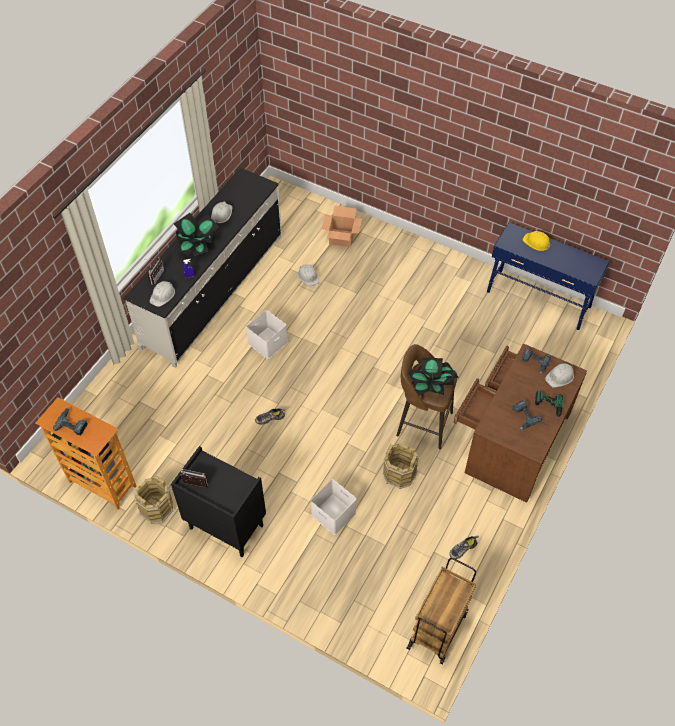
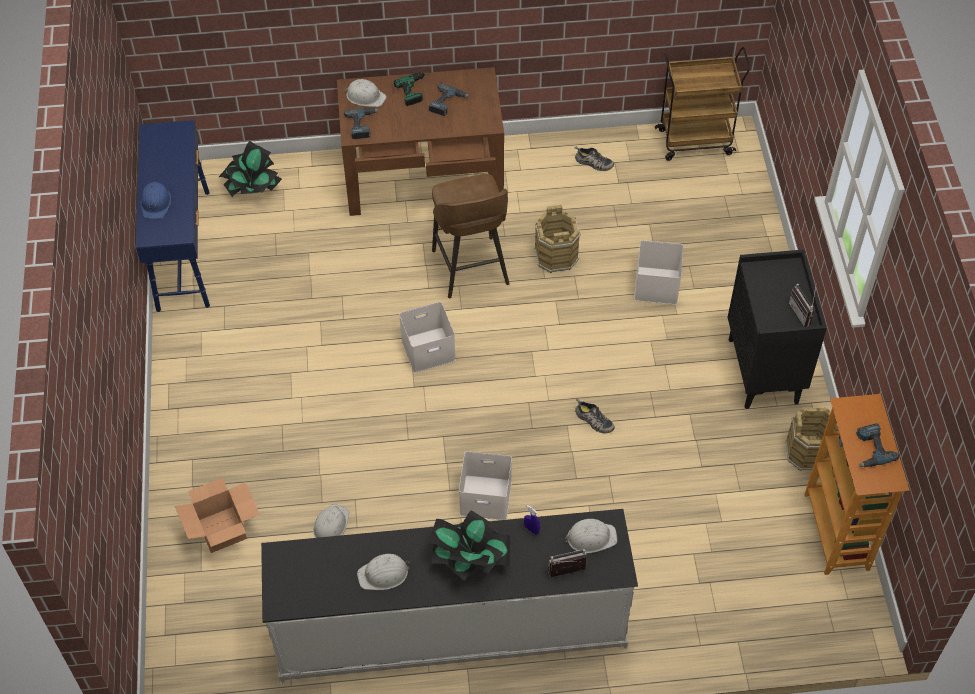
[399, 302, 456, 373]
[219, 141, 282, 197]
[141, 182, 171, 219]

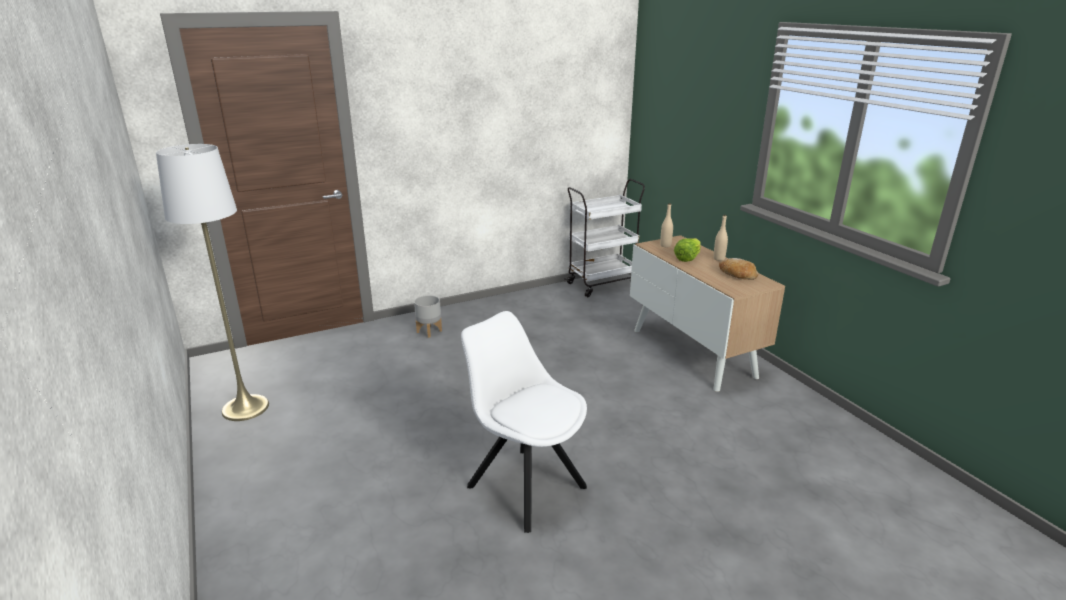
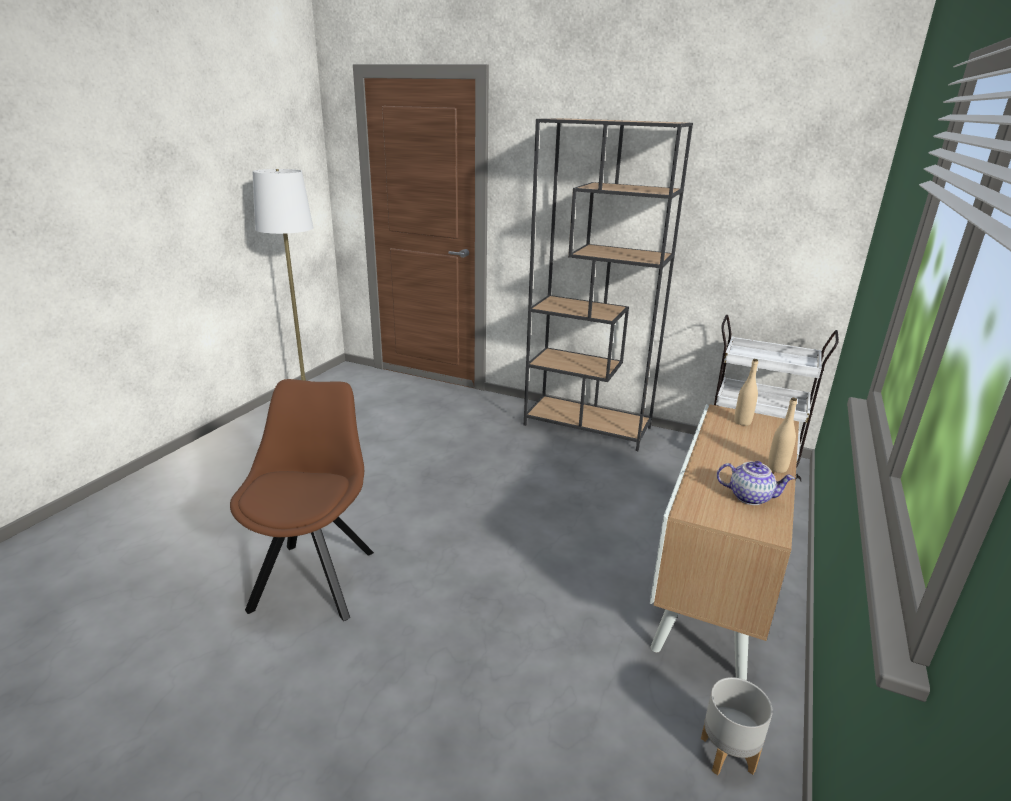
[674, 238, 701, 262] (first image)
[524, 118, 693, 451]
[701, 677, 773, 775]
[717, 461, 795, 505]
[230, 379, 374, 621]

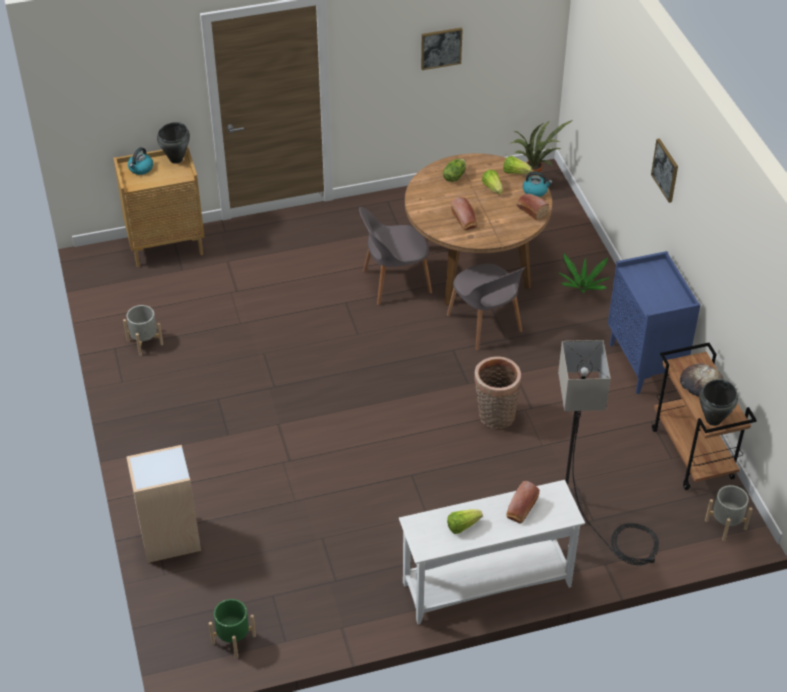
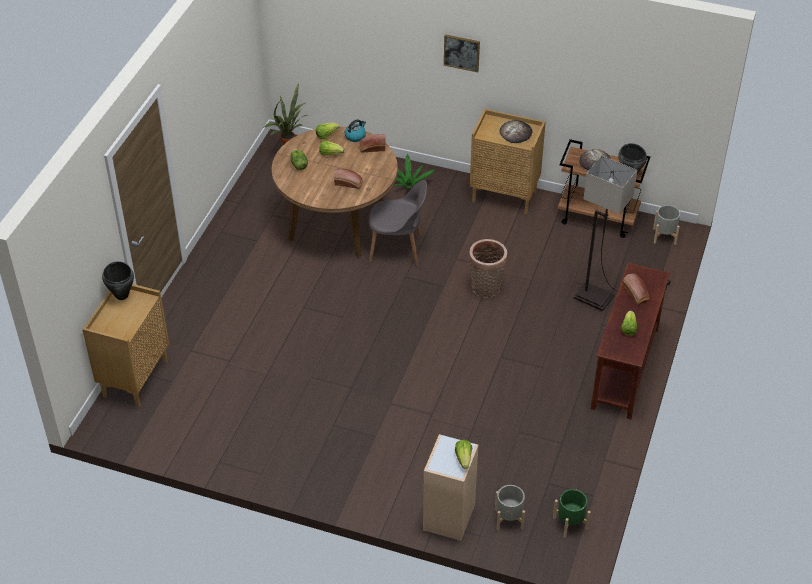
[128, 147, 153, 175] (first image)
[359, 207, 432, 305] (first image)
[421, 27, 463, 70] (first image)
[455, 440, 472, 469]
[499, 120, 532, 143]
[495, 485, 525, 530]
[591, 263, 670, 420]
[470, 108, 546, 214]

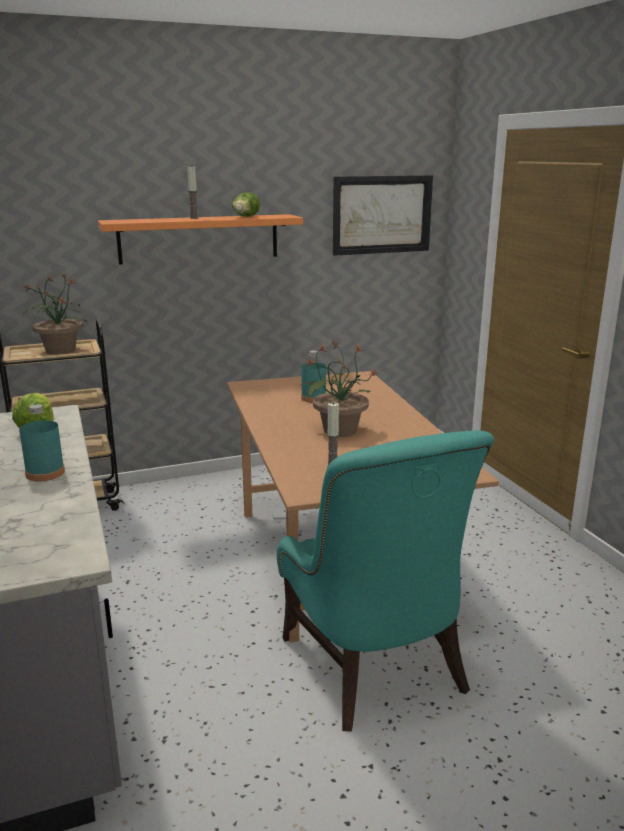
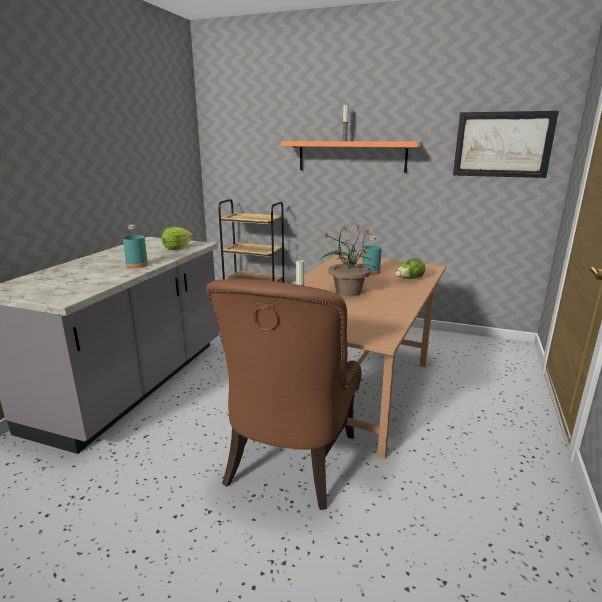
[22, 274, 87, 355] (first image)
[395, 258, 425, 279]
[206, 279, 362, 510]

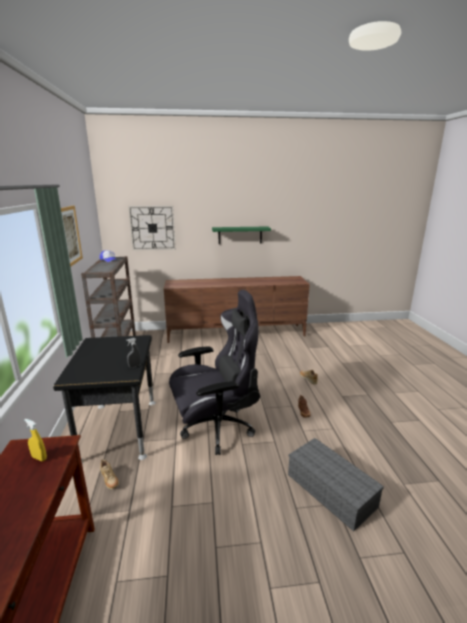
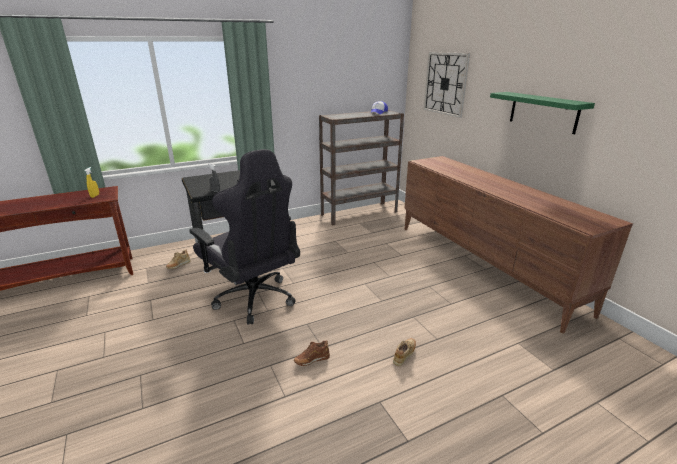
[61, 206, 83, 267] (first image)
[288, 438, 384, 532] (first image)

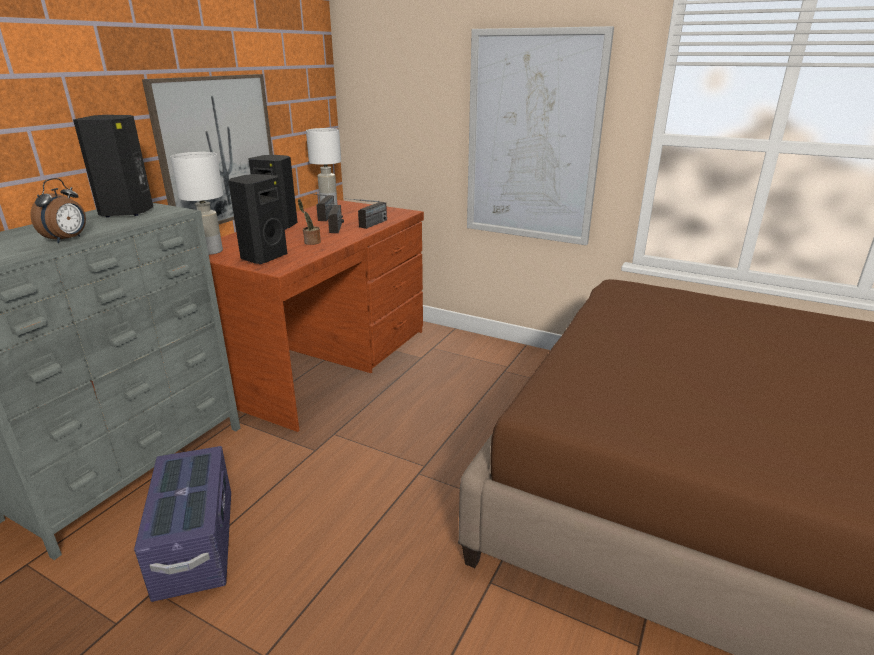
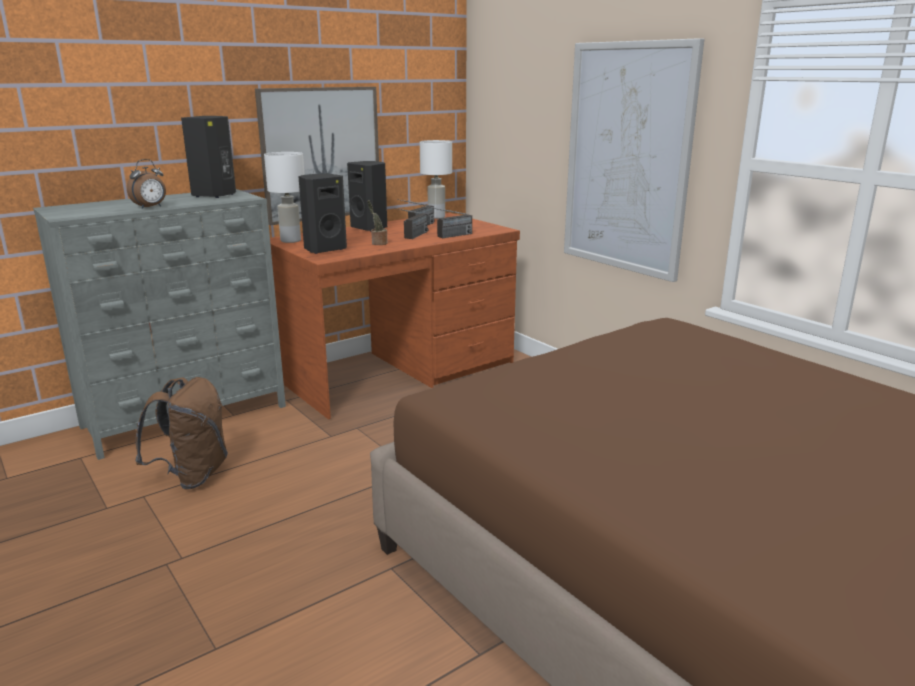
[135, 377, 228, 490]

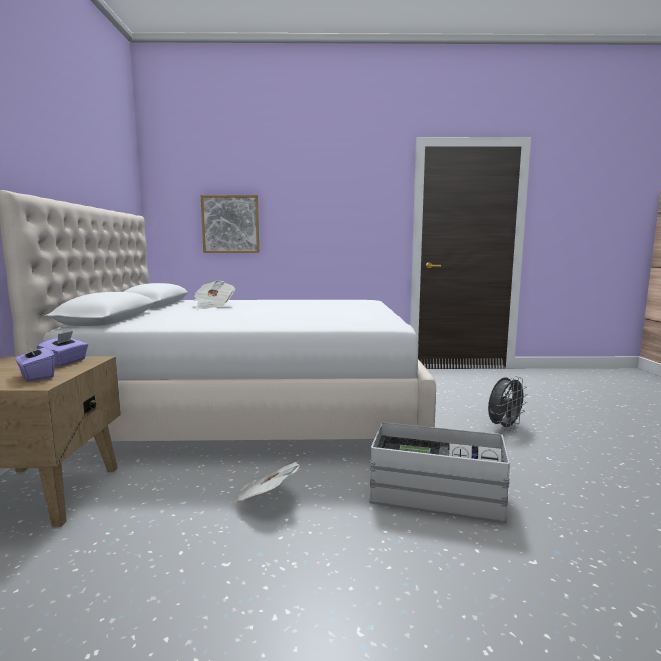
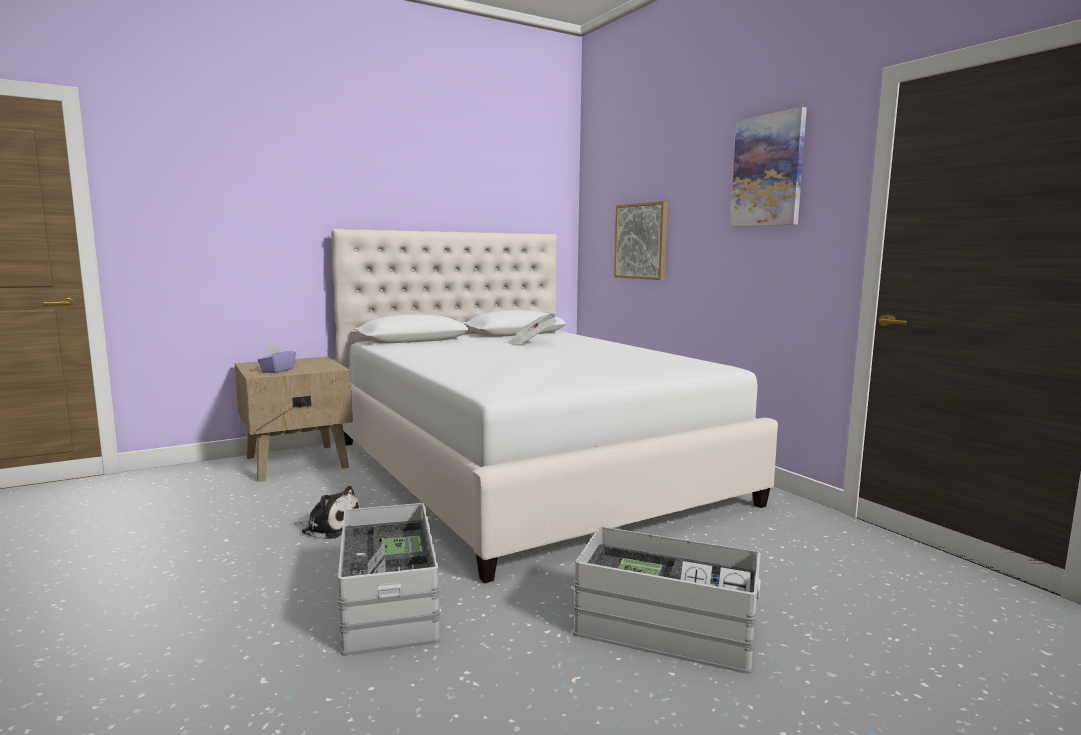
[37, 331, 88, 366] (first image)
[730, 107, 807, 227]
[295, 486, 360, 539]
[573, 527, 761, 674]

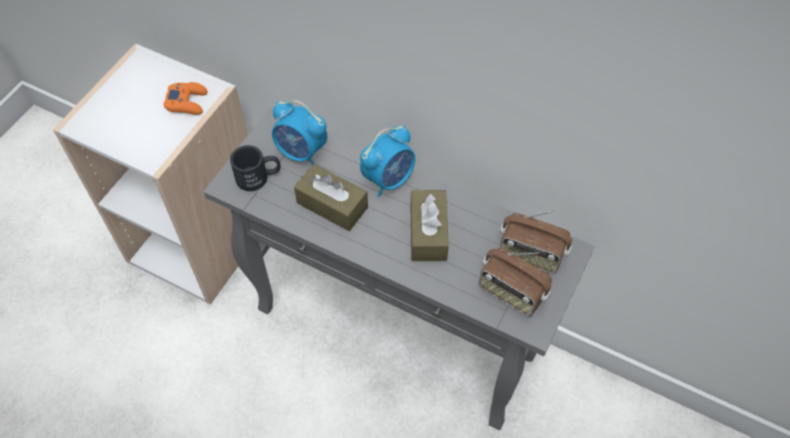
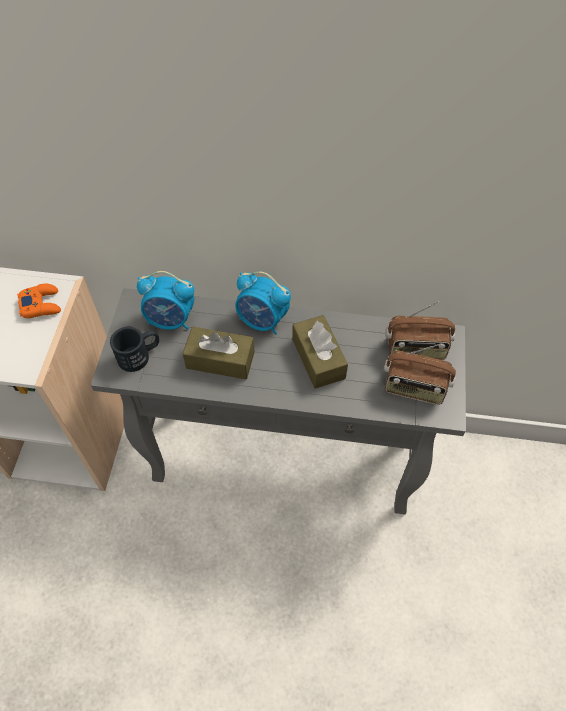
[235, 271, 291, 335]

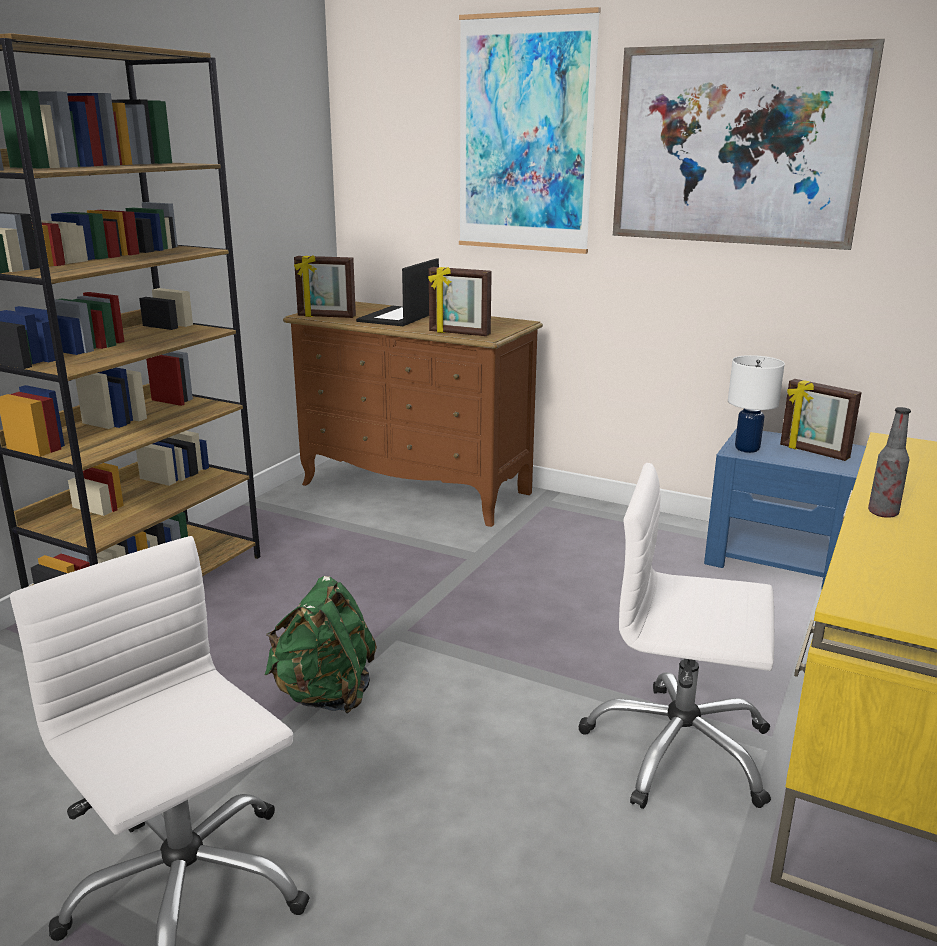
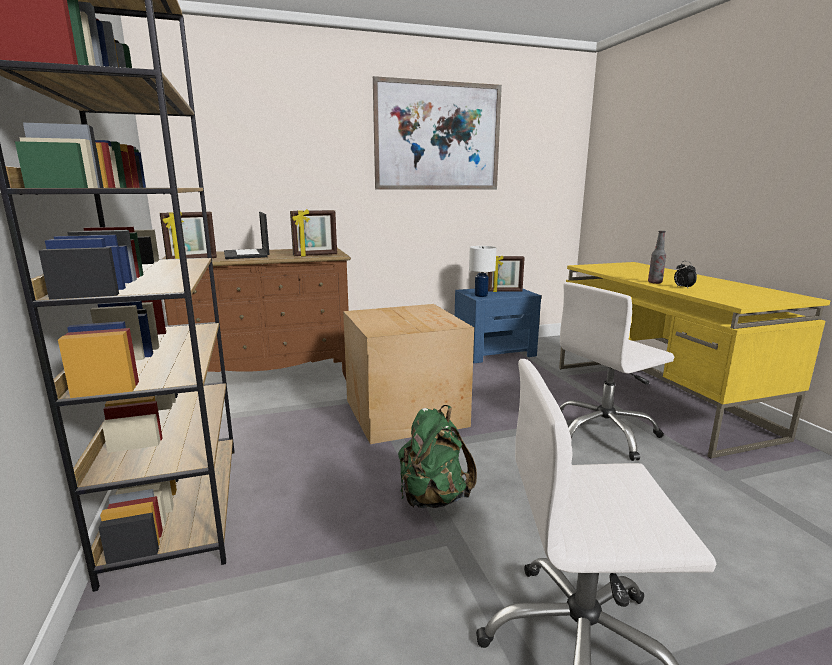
[459, 7, 601, 254] (first image)
[343, 304, 474, 444]
[674, 261, 697, 288]

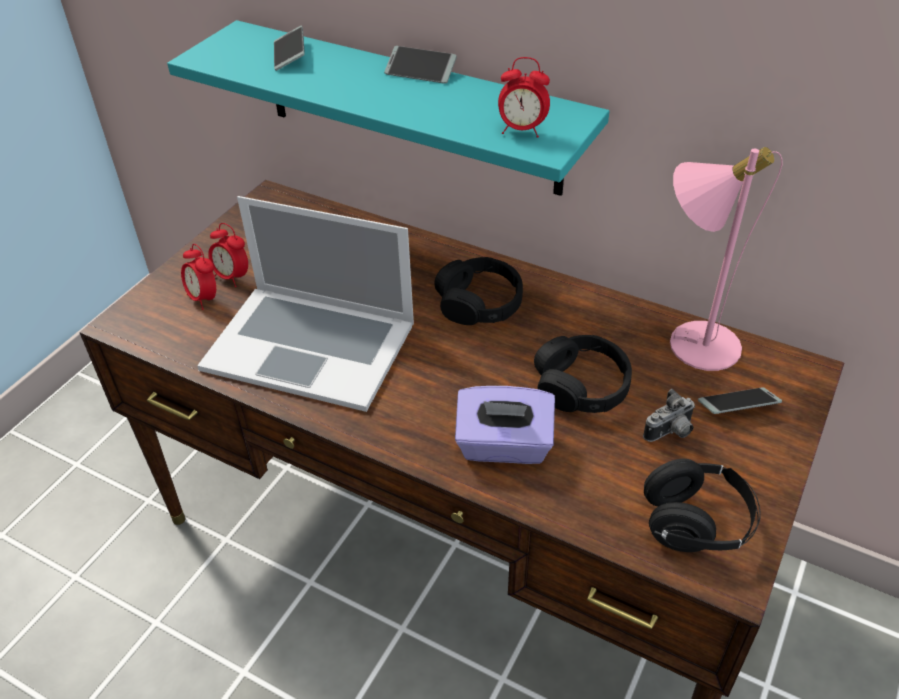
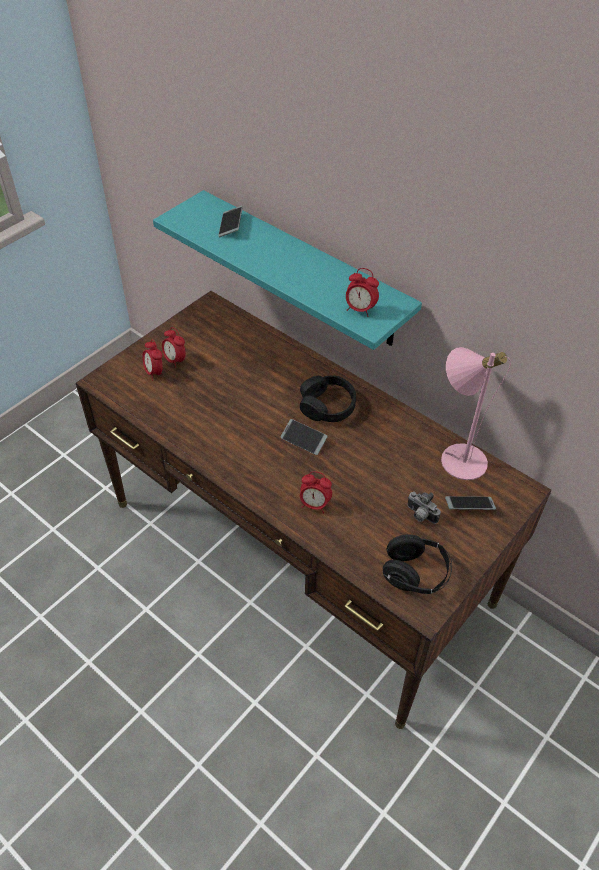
[197, 196, 414, 412] (first image)
[534, 335, 632, 413] (first image)
[280, 419, 328, 455]
[300, 471, 332, 513]
[407, 492, 441, 524]

